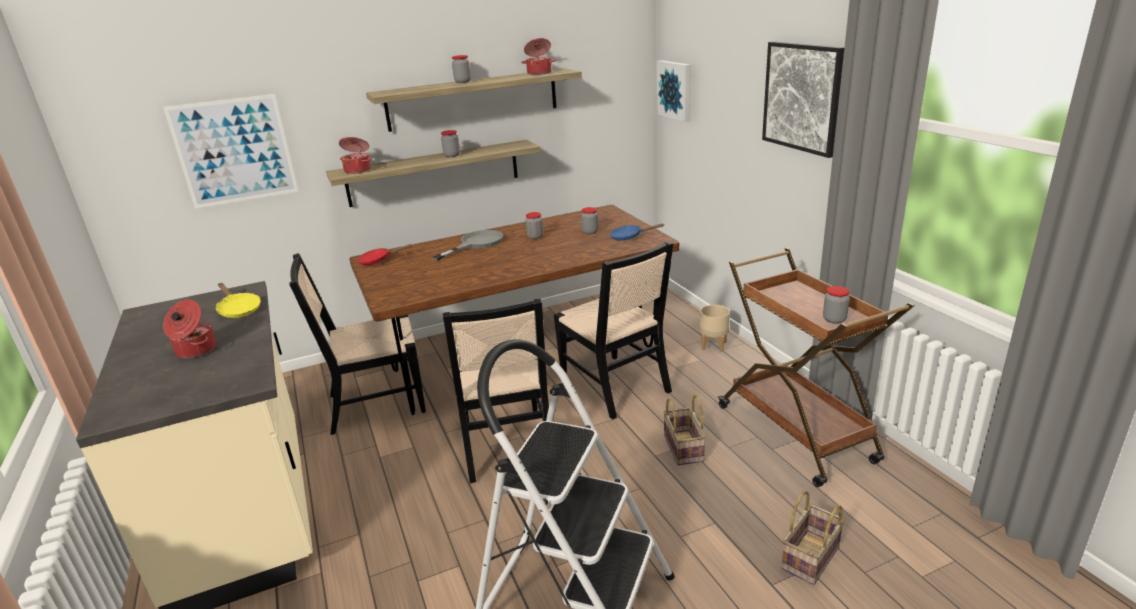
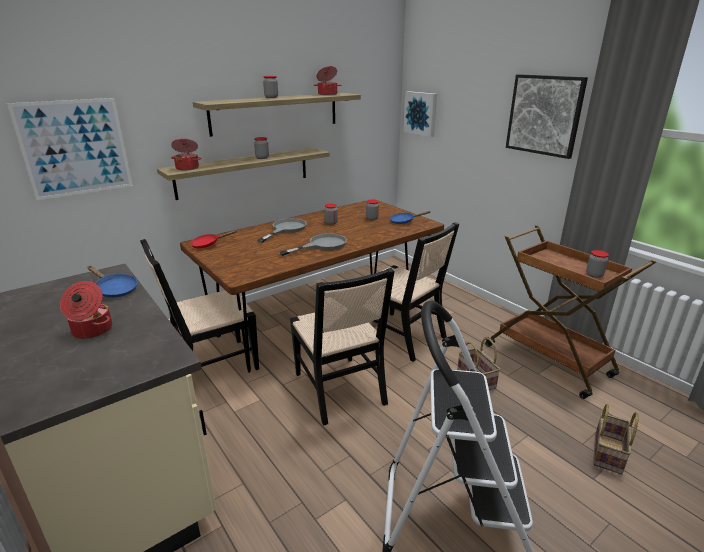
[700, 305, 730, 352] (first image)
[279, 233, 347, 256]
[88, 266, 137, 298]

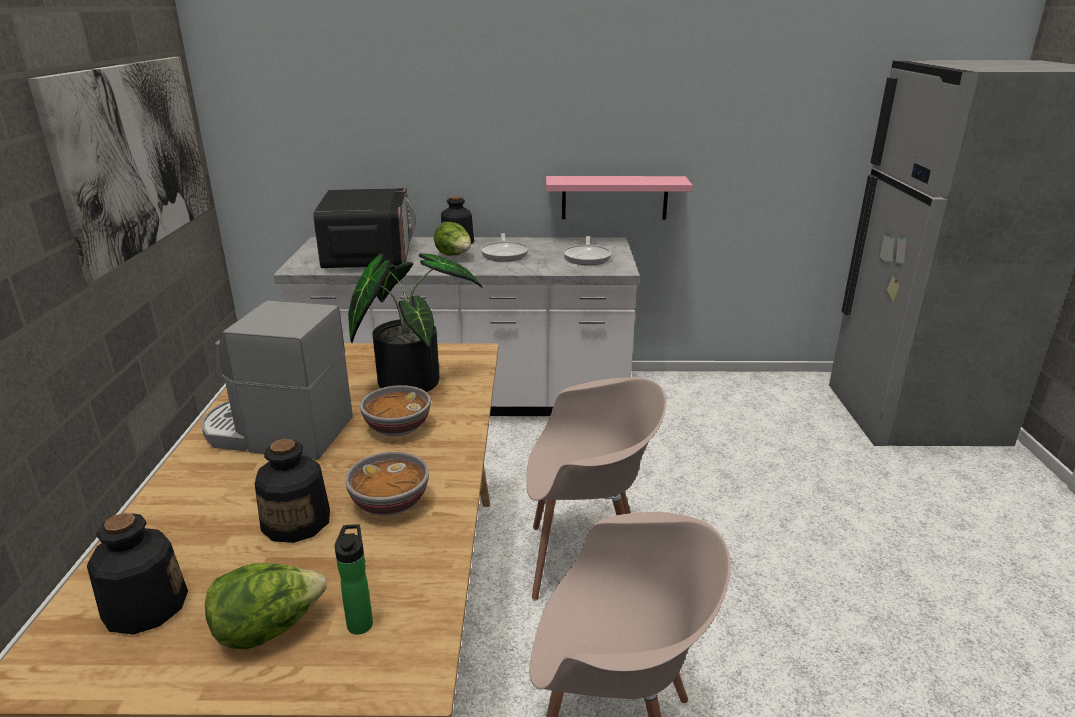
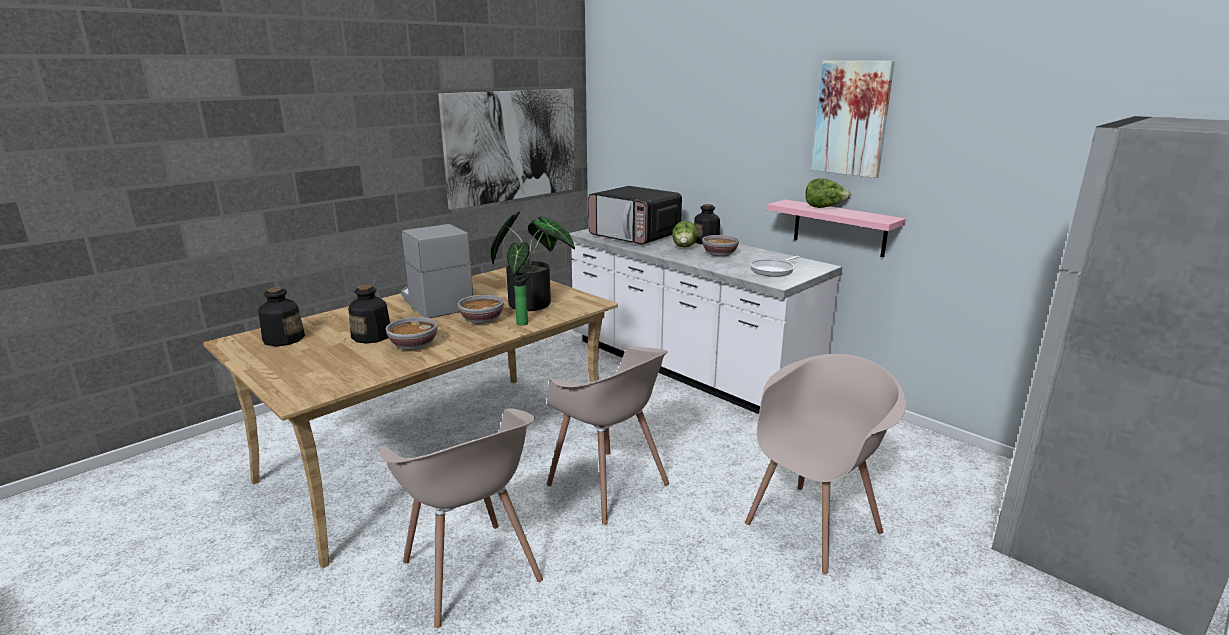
[745, 354, 906, 574]
[811, 61, 895, 178]
[805, 178, 851, 208]
[514, 274, 530, 326]
[702, 235, 739, 257]
[588, 186, 682, 245]

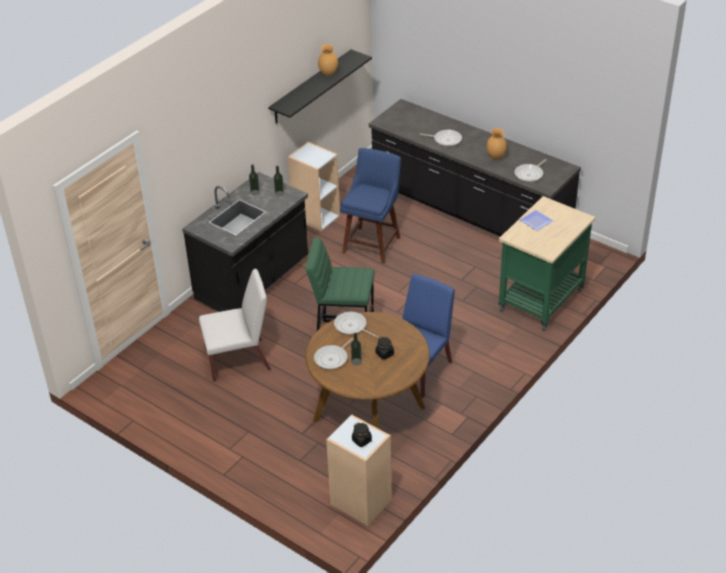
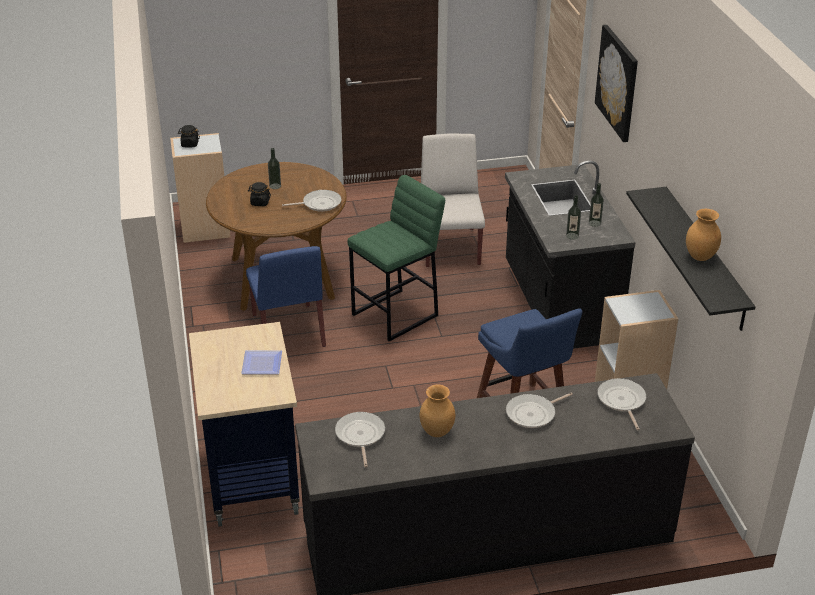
[595, 25, 638, 142]
[597, 378, 646, 430]
[189, 322, 300, 527]
[421, 133, 485, 267]

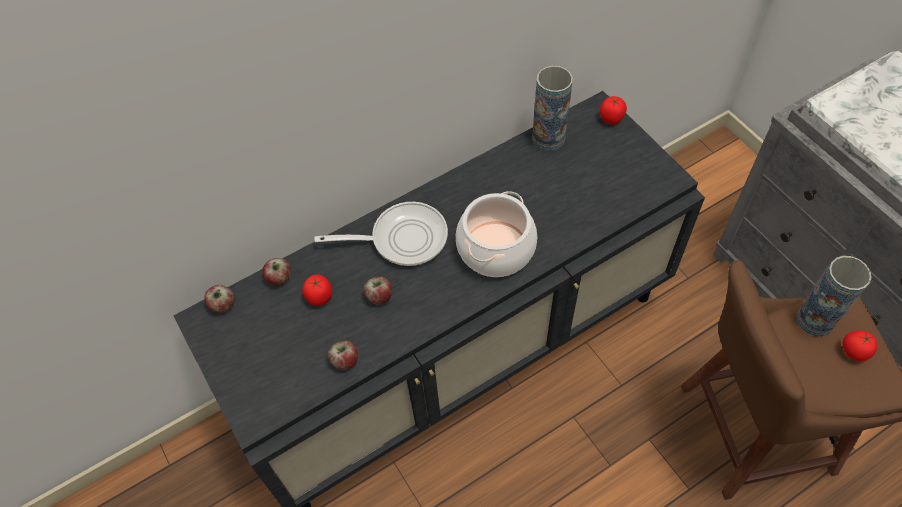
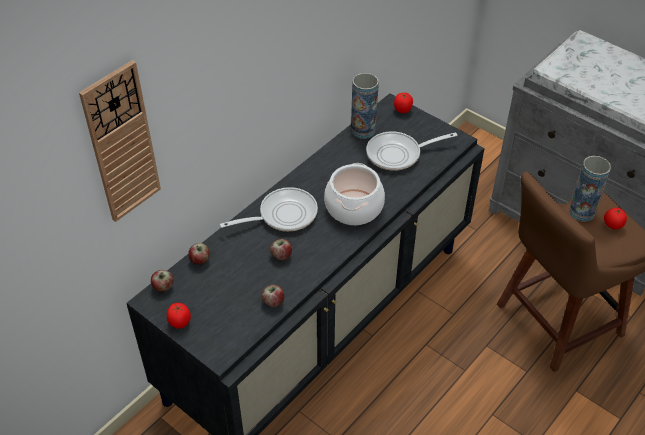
[79, 60, 161, 222]
[366, 132, 457, 171]
[167, 303, 191, 329]

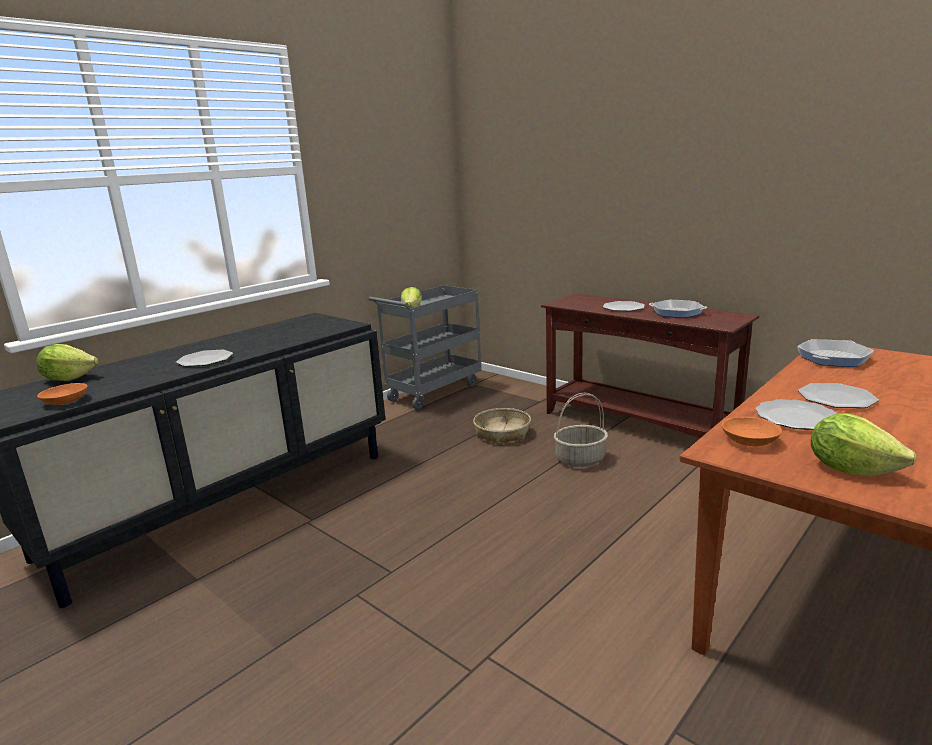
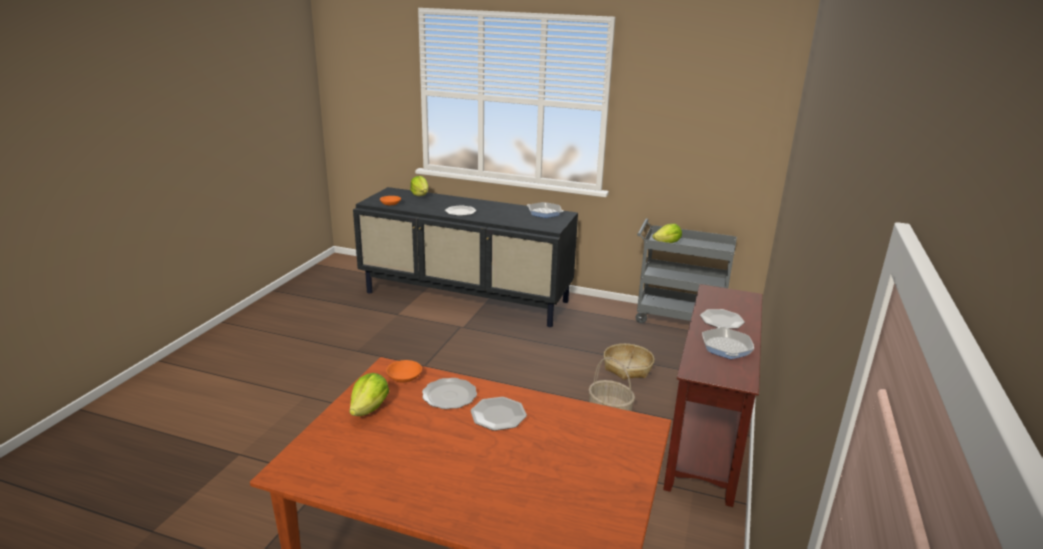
[527, 202, 563, 218]

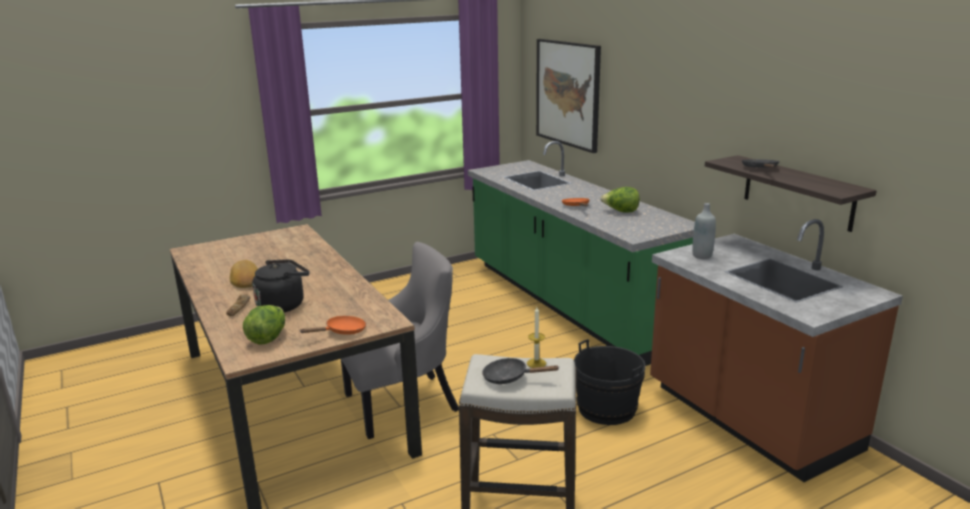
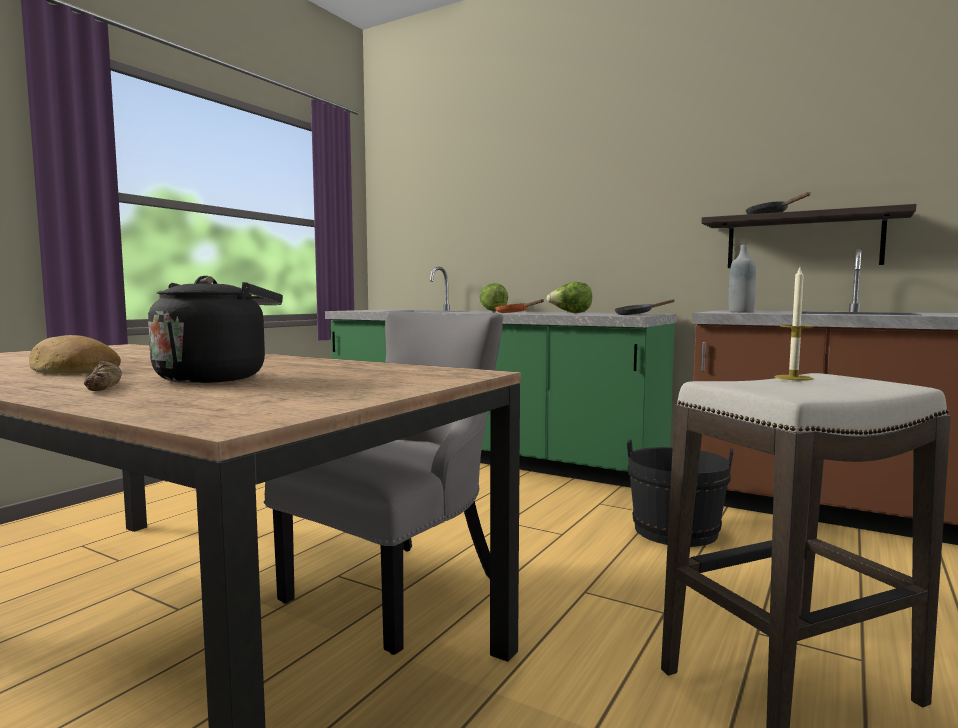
[299, 316, 366, 335] (first image)
[536, 39, 601, 153] (first image)
[479, 283, 508, 311]
[615, 299, 674, 315]

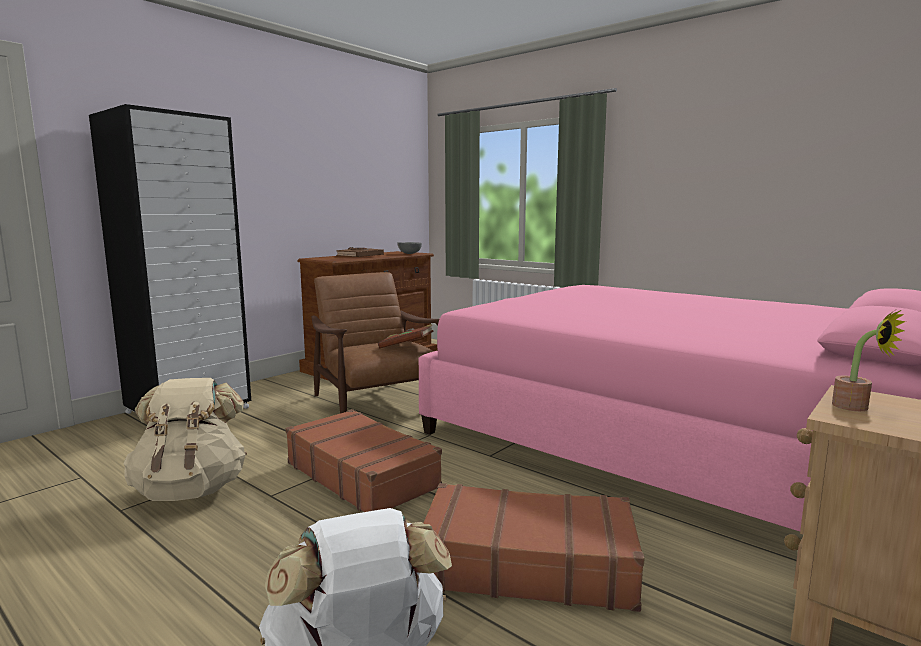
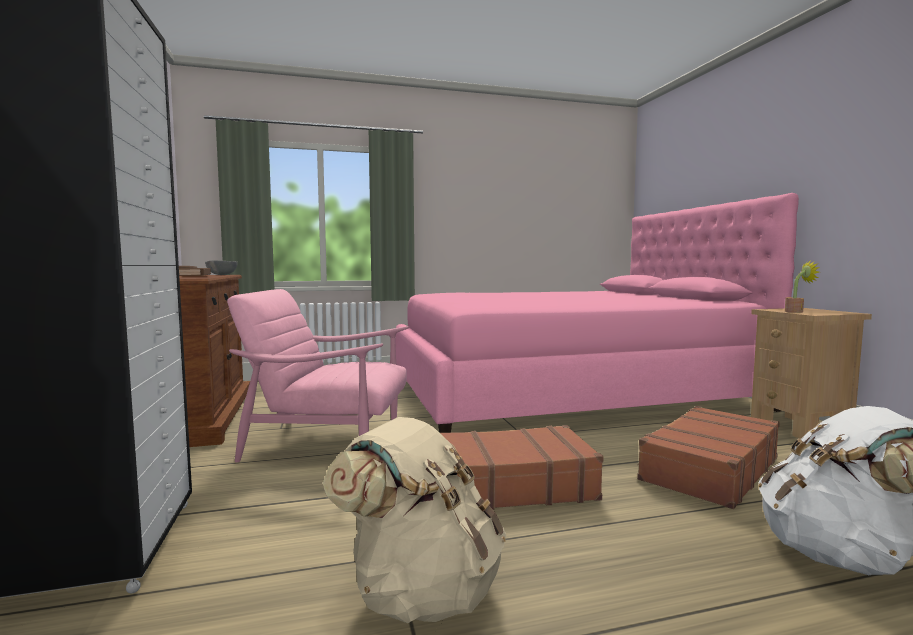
[378, 324, 434, 348] (first image)
[227, 289, 409, 462]

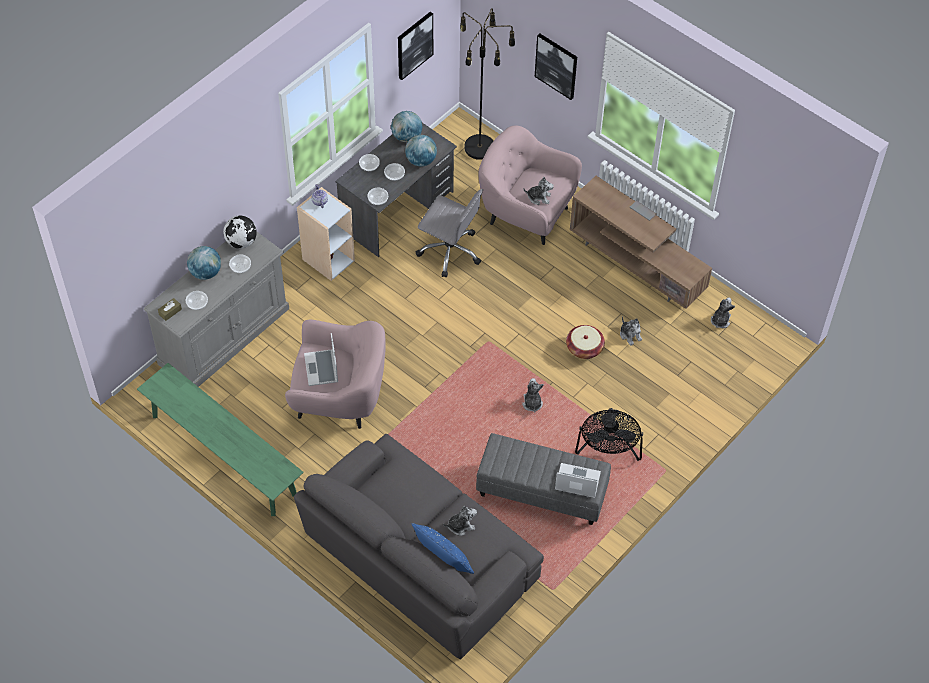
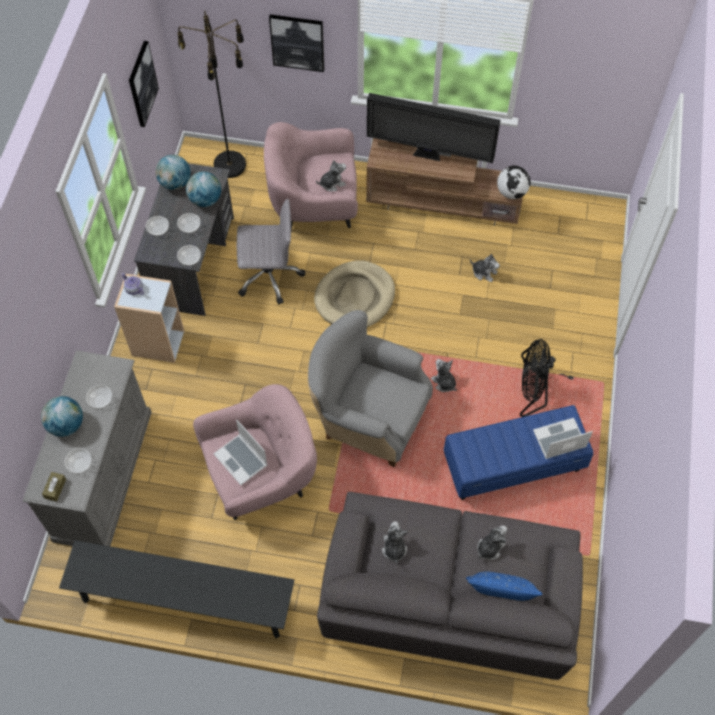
[566, 325, 605, 359] (first image)
[308, 310, 433, 467]
[314, 260, 395, 327]
[367, 93, 501, 163]
[497, 166, 531, 199]
[382, 521, 408, 564]
[59, 540, 295, 638]
[444, 405, 593, 500]
[520, 339, 573, 417]

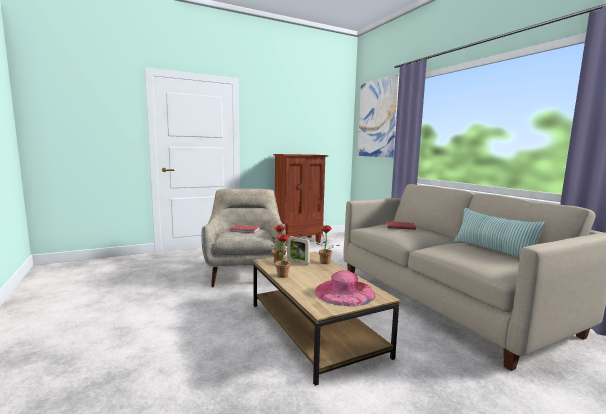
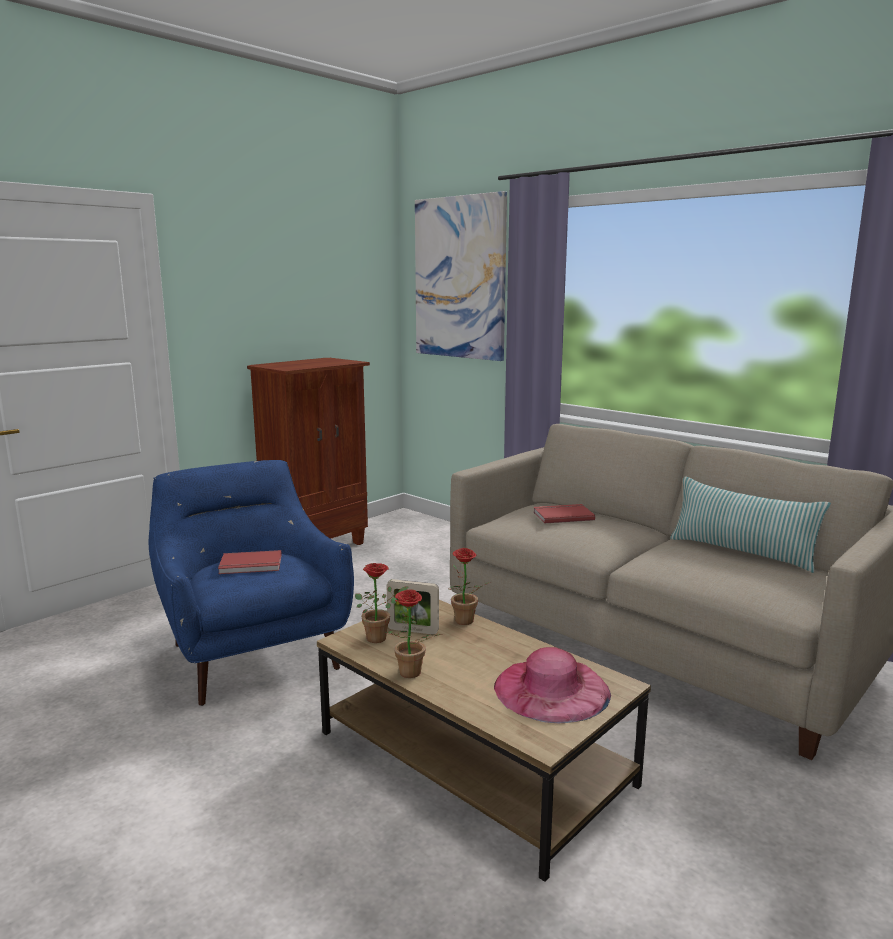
[149, 460, 354, 706]

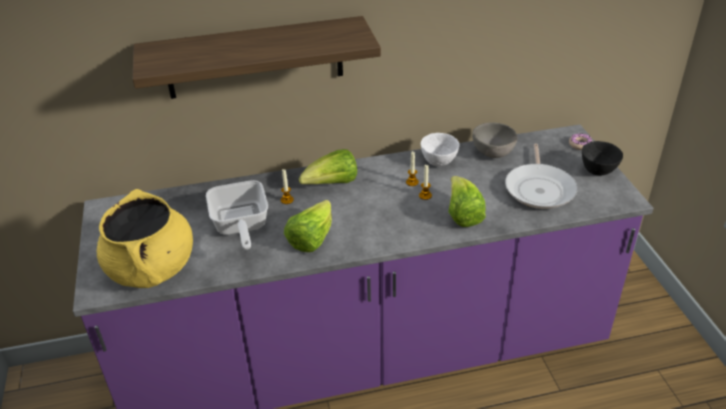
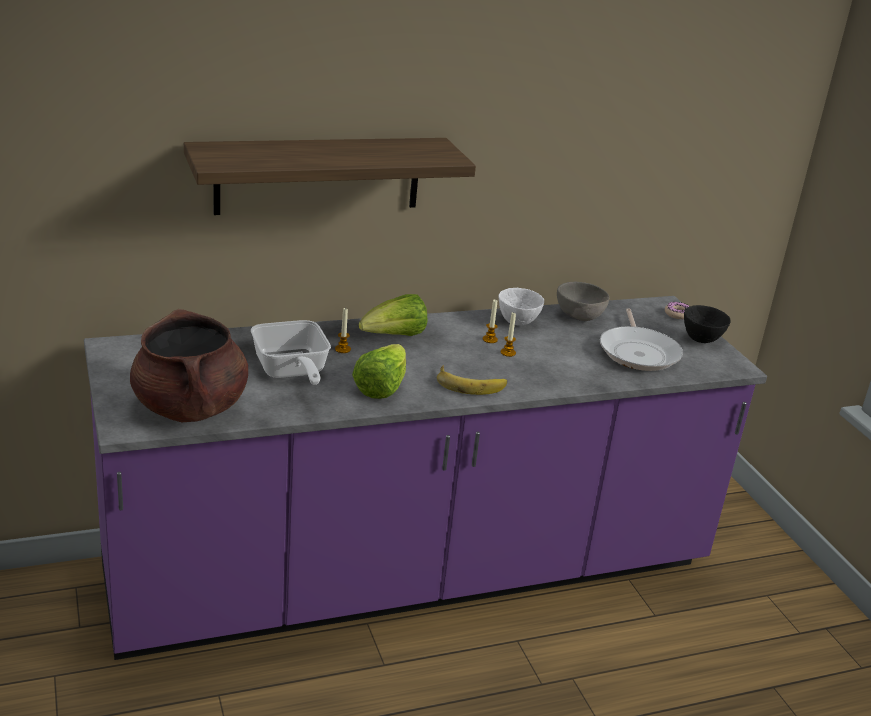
[448, 176, 486, 227] (first image)
[437, 365, 507, 395]
[130, 309, 248, 422]

